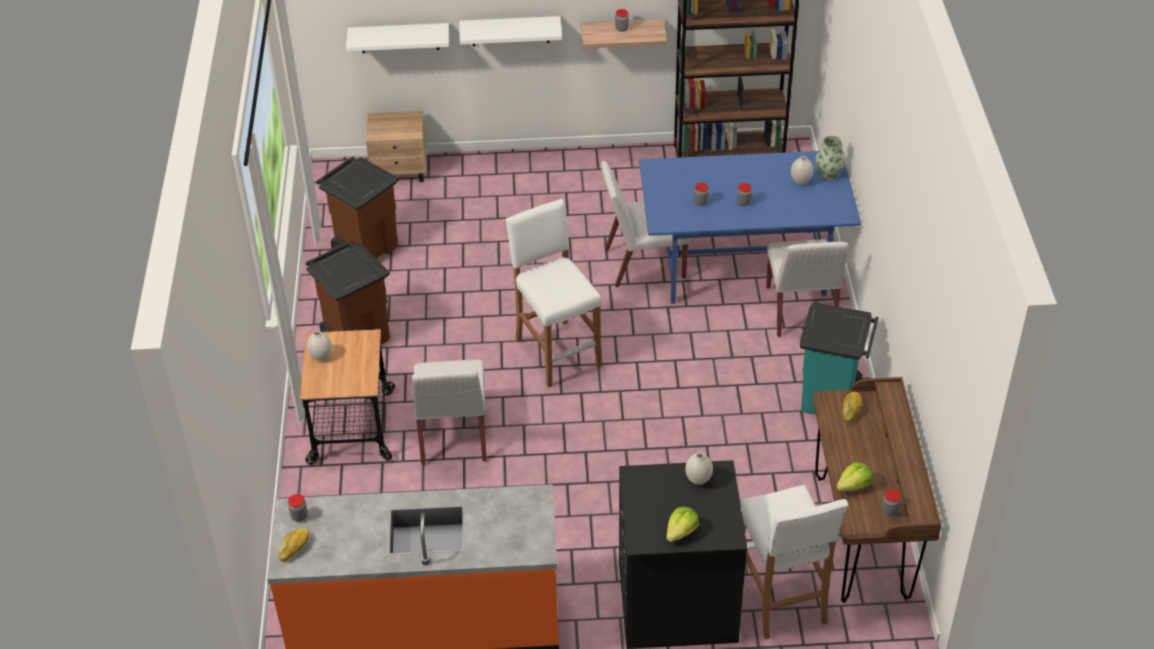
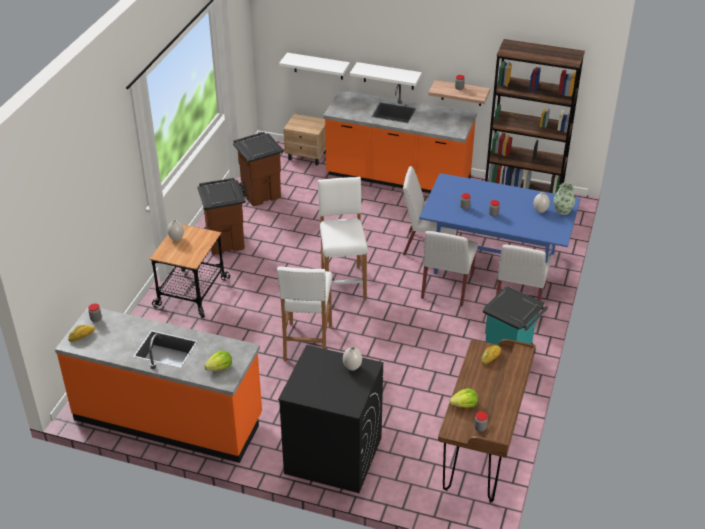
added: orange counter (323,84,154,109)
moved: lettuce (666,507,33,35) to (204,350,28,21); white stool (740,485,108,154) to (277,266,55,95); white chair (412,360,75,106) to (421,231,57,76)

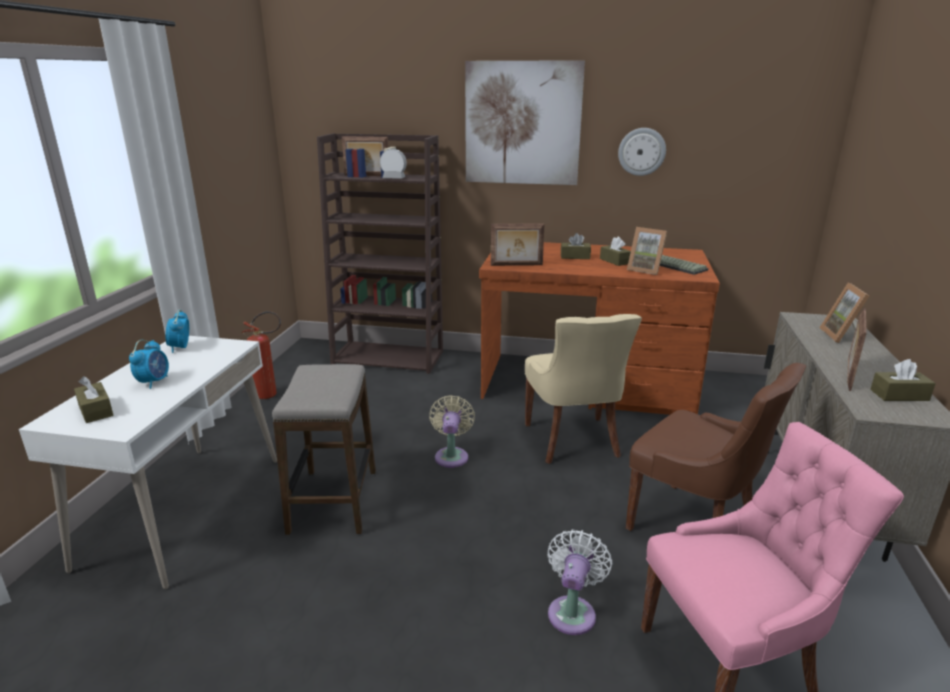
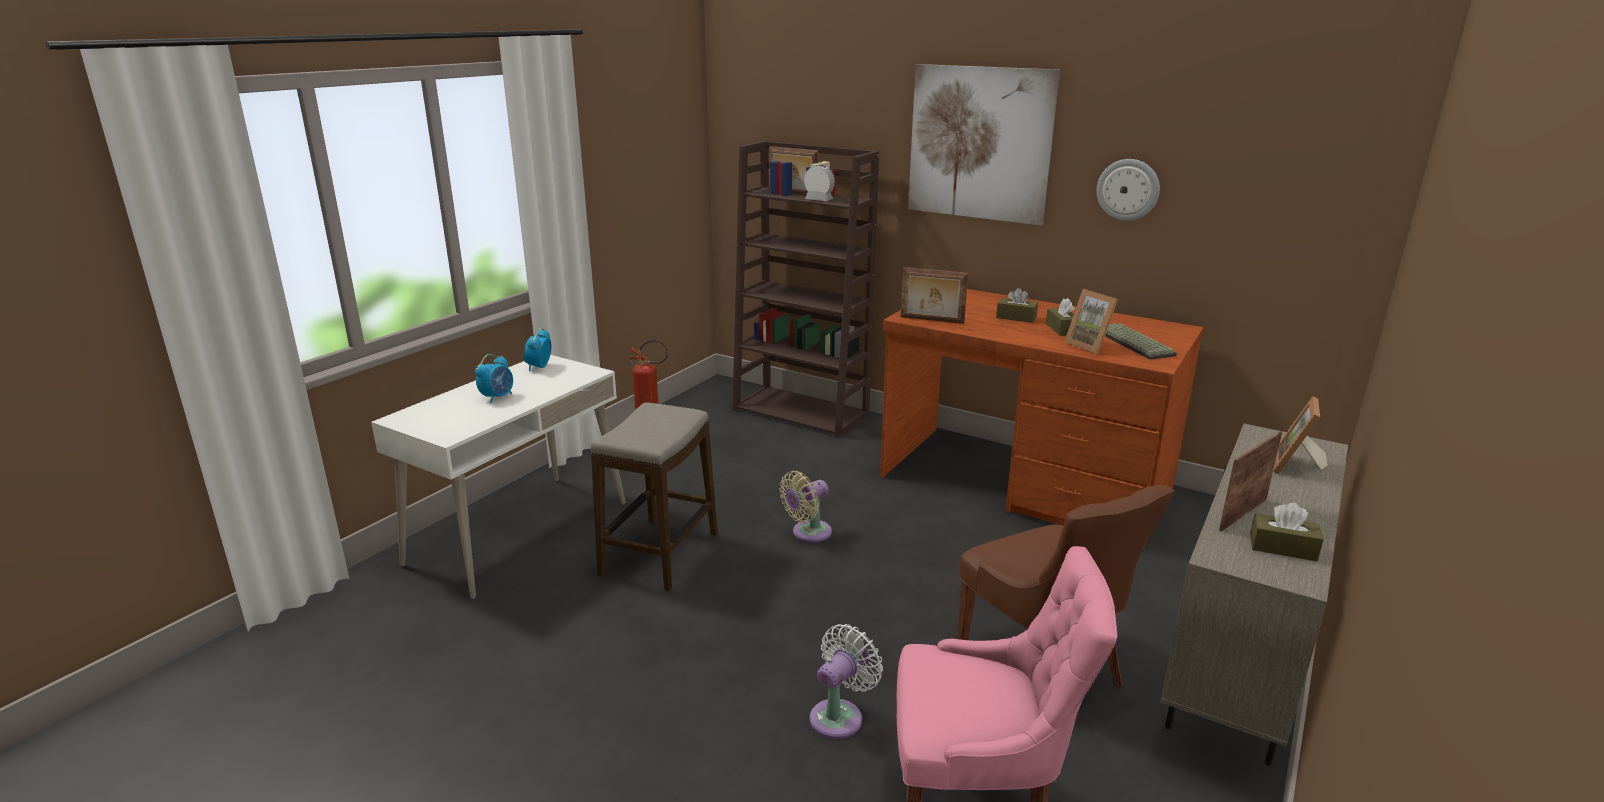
removed: brown tissue box (74,376,40,47); beige chair (525,314,117,150)
turned: beige fan (429,395,46,73) = (780,471,52,72) 150 degrees counterclockwise

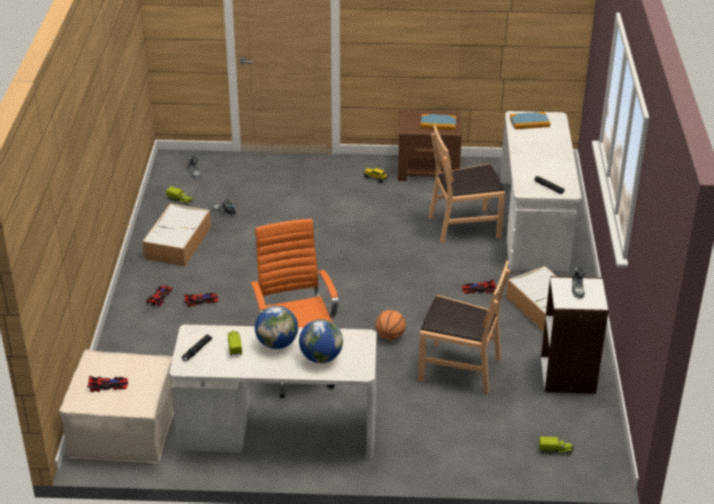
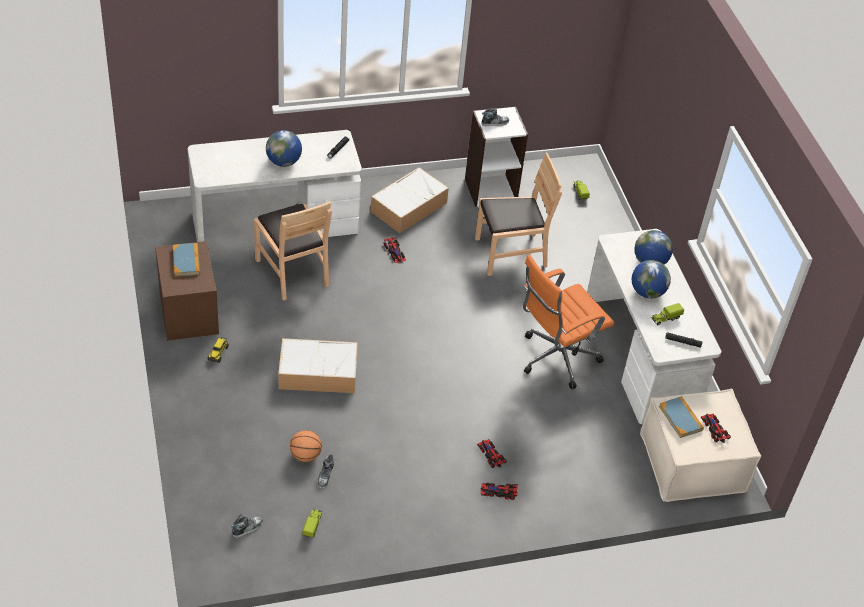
added: globe (266,130,36,37)
moved: storage box (143,203,68,63) to (278,338,80,55); basketball (375,310,31,30) to (290,430,32,32); book (510,112,40,17) to (659,396,45,42)
turned: brown chair (418,260,92,134) = (475,153,87,123) 75 degrees clockwise

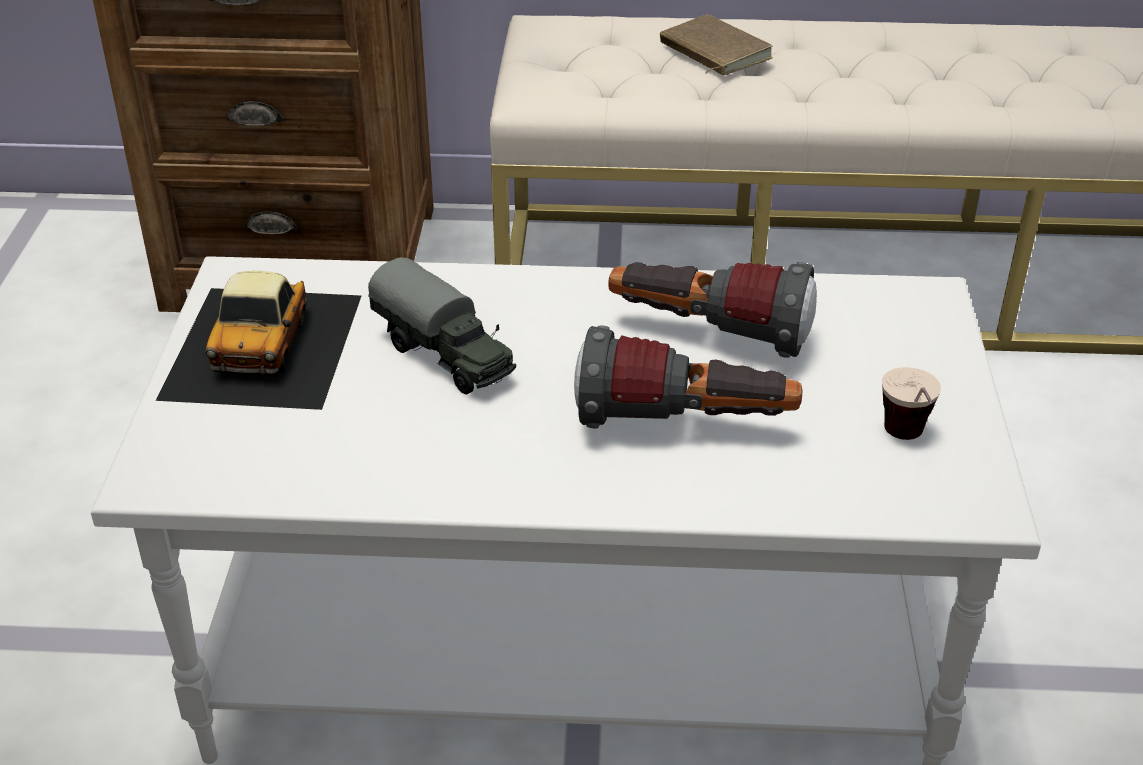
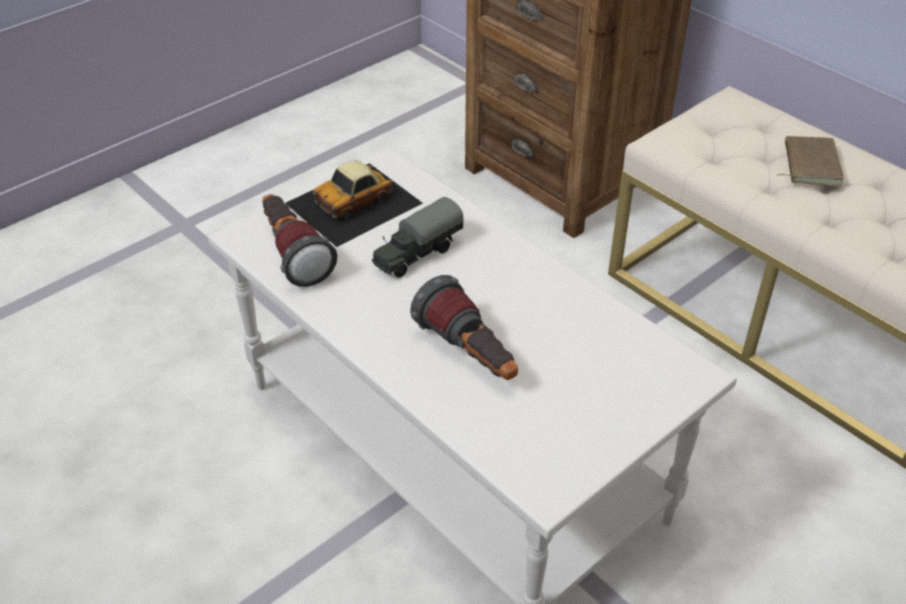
removed: cup (882,367,59,73)
moved: flashlight (608,262,209,96) to (262,194,75,93)
turned: toy truck (368,257,148,137) = (372,197,91,81) 45 degrees clockwise

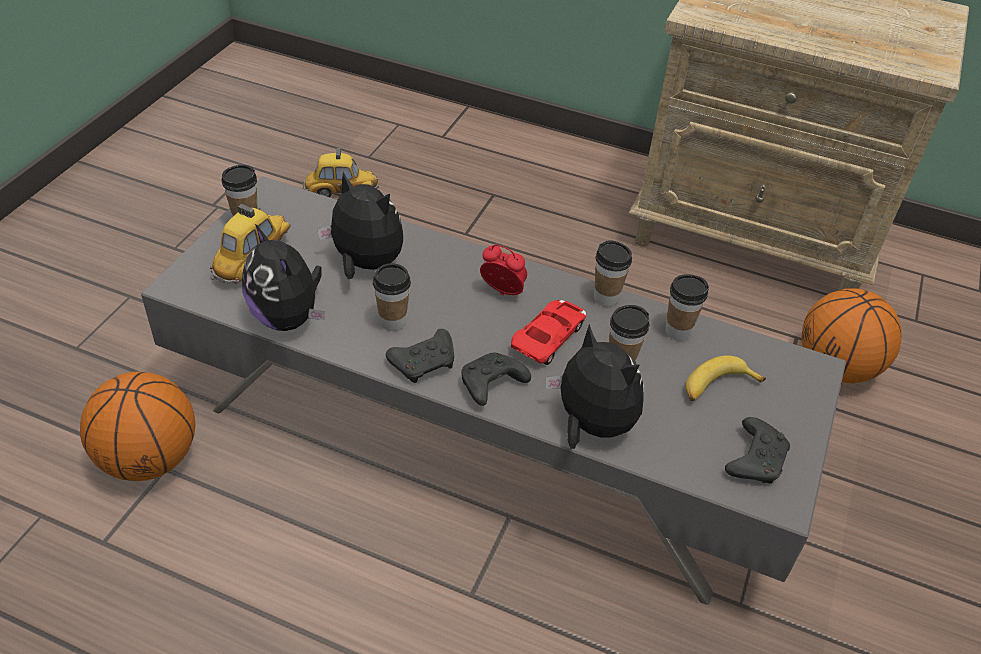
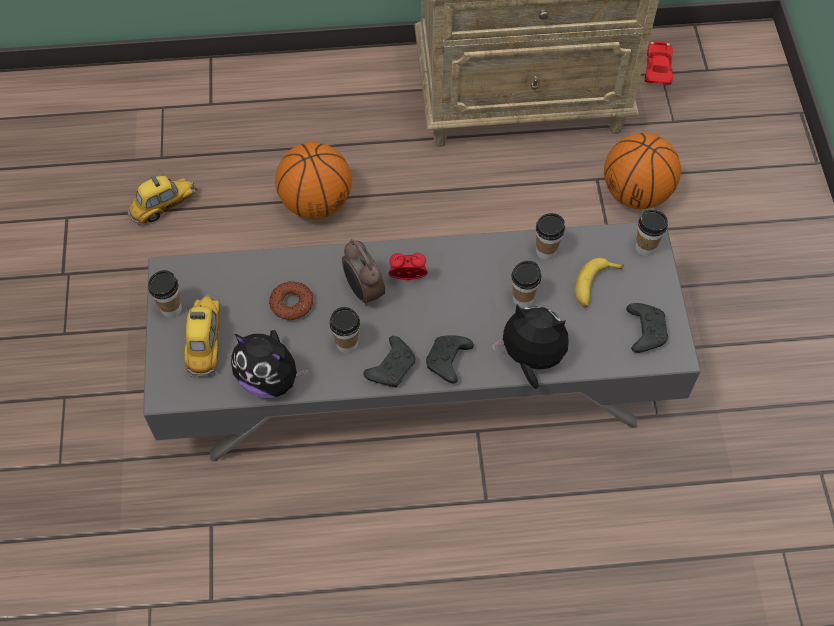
added: alarm clock (342,239,43,67)
moved: basketball (80,371,115,110) to (275,142,77,77); cup (594,240,38,67) to (636,210,32,46); red toy car (511,300,75,65) to (645,41,28,44)
replaced: plush toy (317,172,86,107) to donut (269,281,44,39)

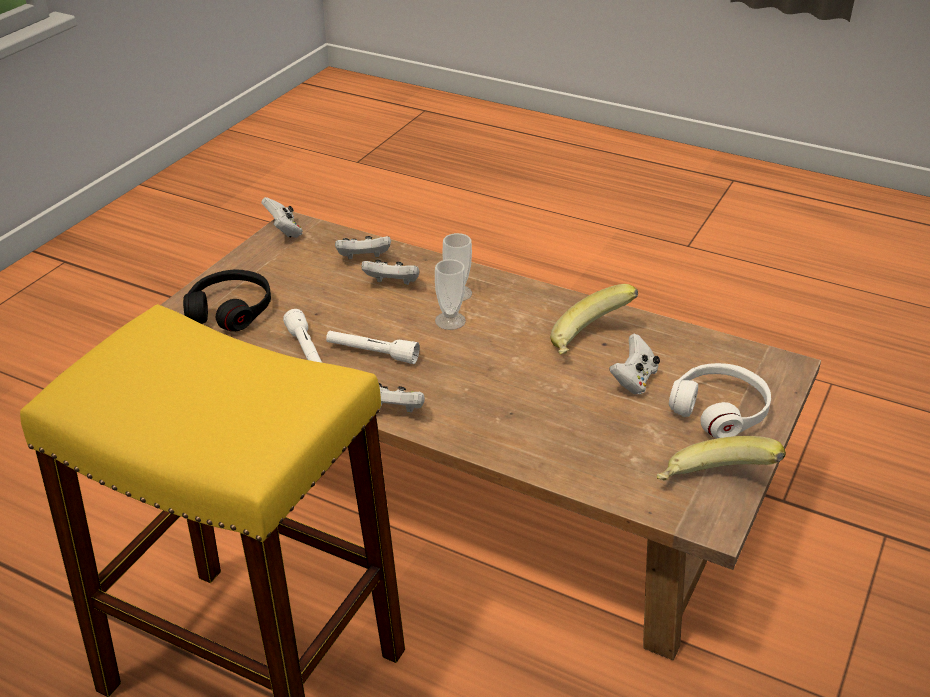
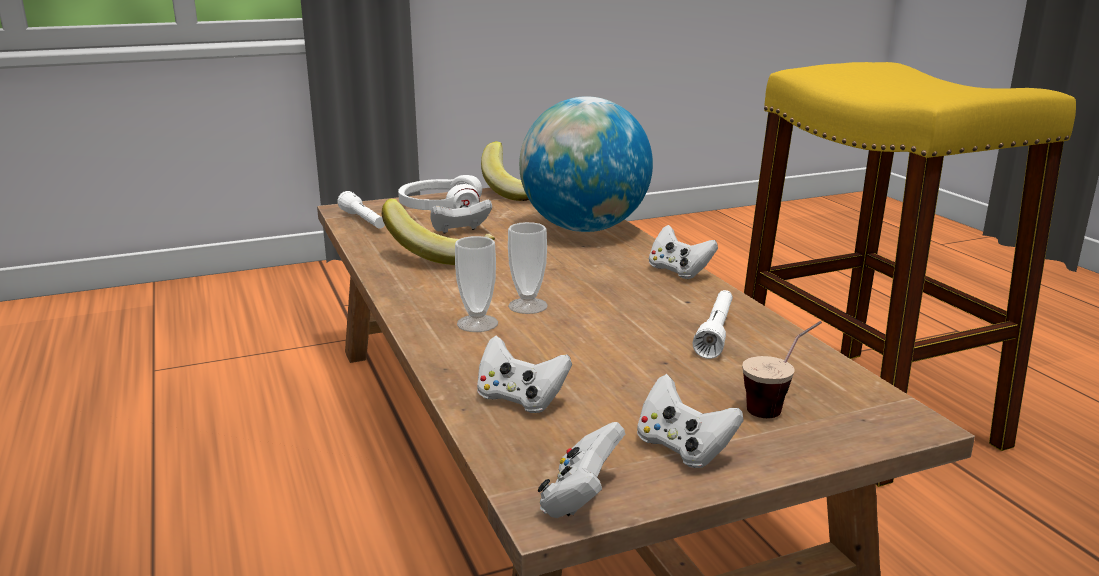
added: globe (519,96,134,136)
moved: white flashlight (326,331,94,33) to (337,191,48,38); white game controller (362,260,57,25) to (637,374,107,94)
replaced: black headphones (183,269,88,62) to cup (742,321,80,97)

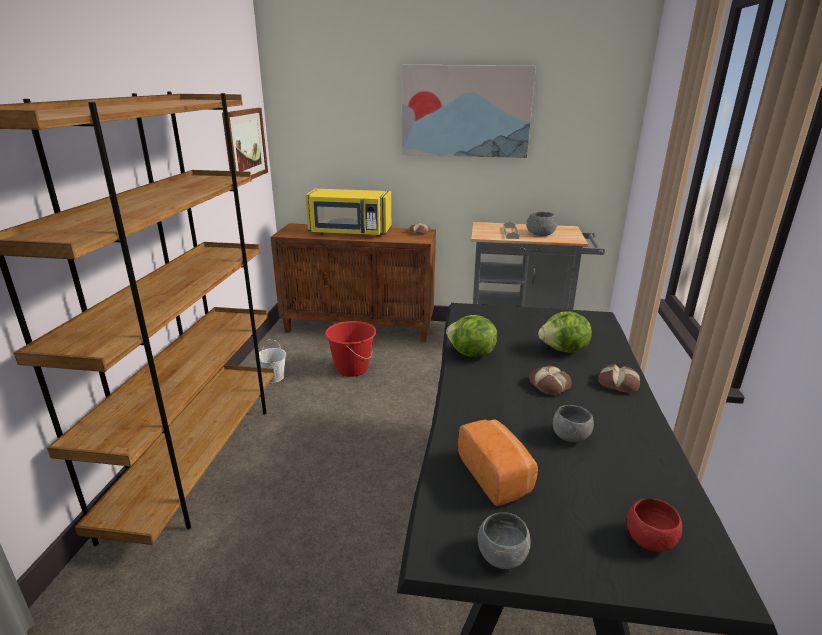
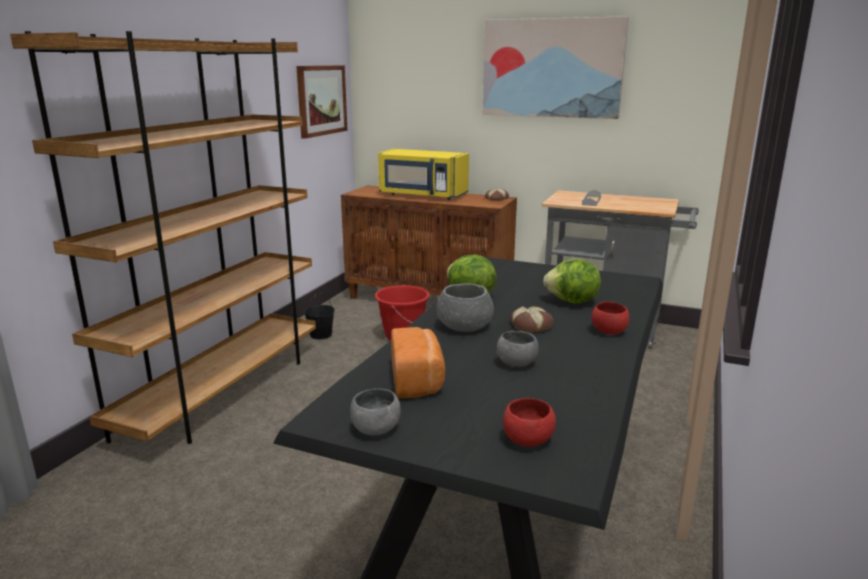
moved: grey bowl (526,211,31,25) to (437,283,57,49)
replaced: bread (598,364,42,29) to red bowl (592,302,37,32)
recoloured: white bucket (259,339,27,44) to black bucket (304,293,31,46)

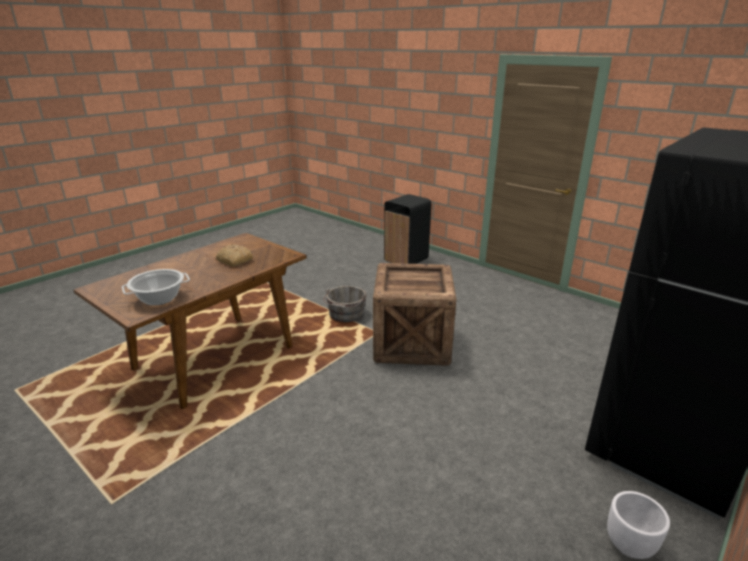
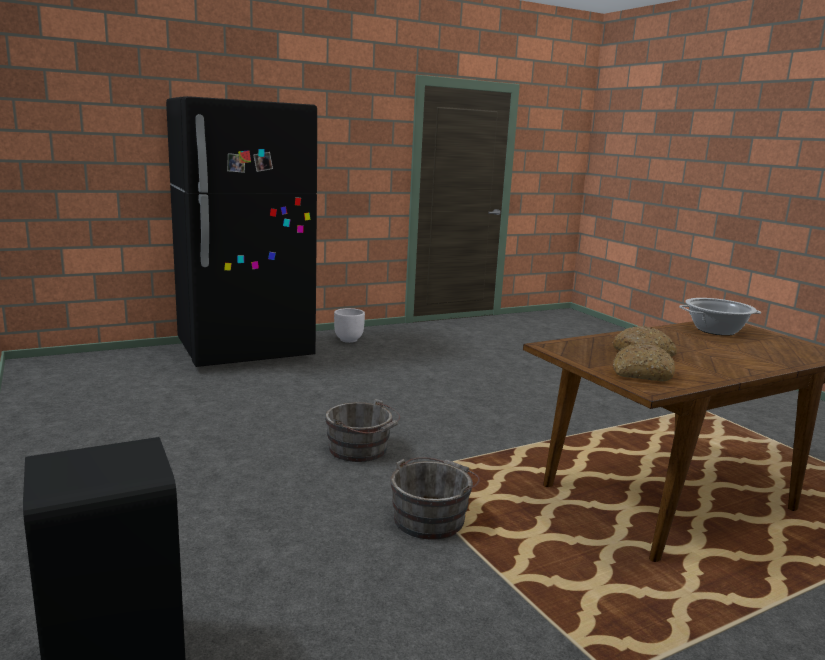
added: bread (612,344,63,38)
replaced: crate (373,263,83,103) to grey bucket (325,399,75,63)

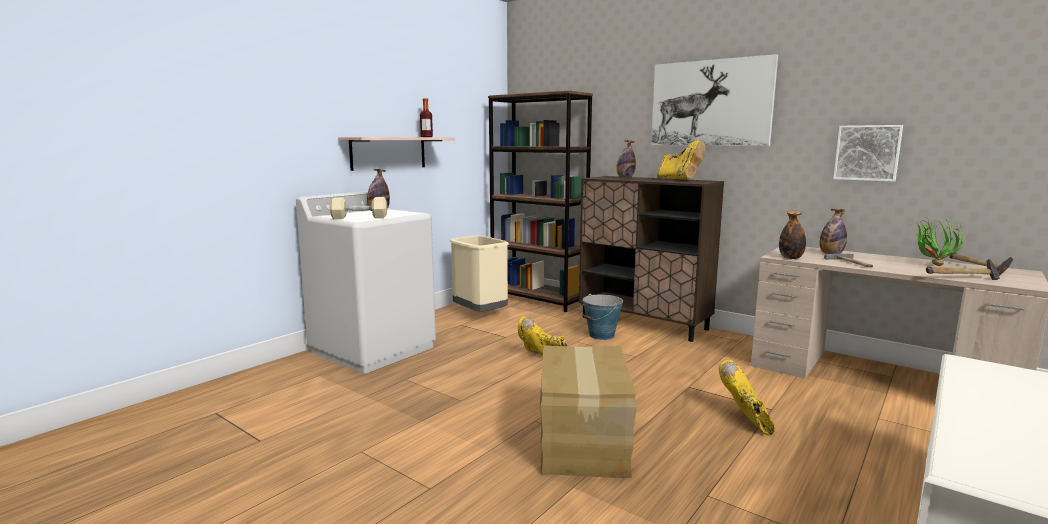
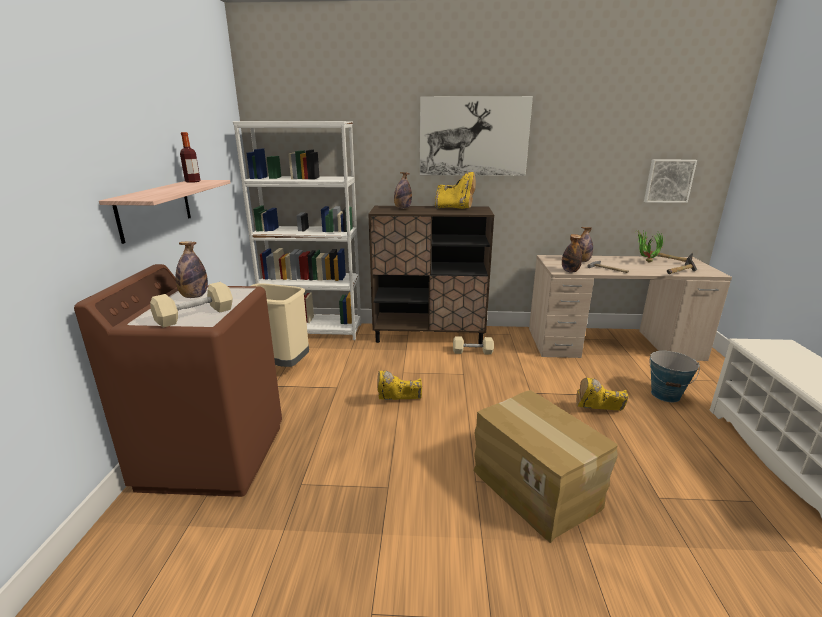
added: beige dumbbell (453,336,41,19)
moved: picture (833,125,70,57) to (644,160,53,43); bucket (582,294,41,46) to (649,351,51,51)
recoloured: white washing machine (296,191,140,182) to brown washing machine (74,264,208,233); brown bookcase (488,91,105,221) to white bookcase (233,121,128,219)
turned: yellow boot (719,360,56,75) = (576,378,52,33) 45 degrees counterclockwise

